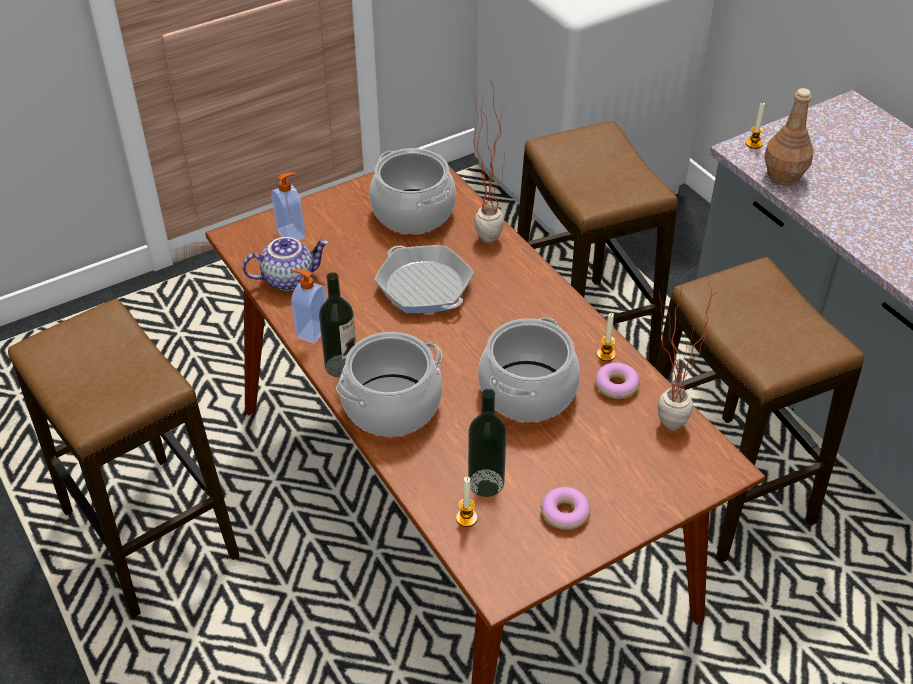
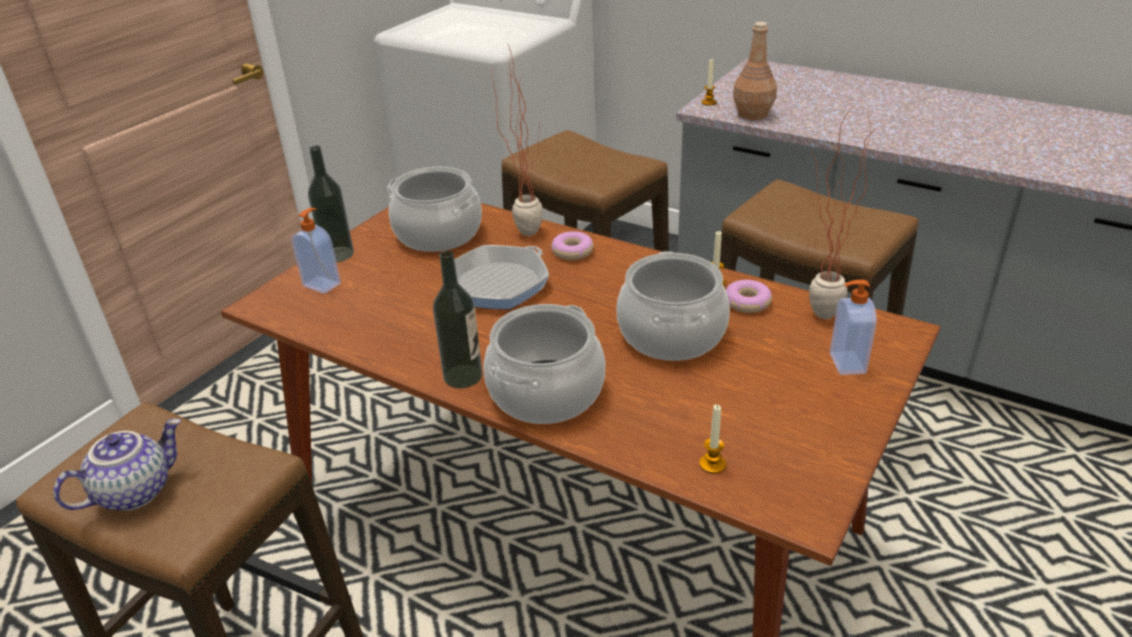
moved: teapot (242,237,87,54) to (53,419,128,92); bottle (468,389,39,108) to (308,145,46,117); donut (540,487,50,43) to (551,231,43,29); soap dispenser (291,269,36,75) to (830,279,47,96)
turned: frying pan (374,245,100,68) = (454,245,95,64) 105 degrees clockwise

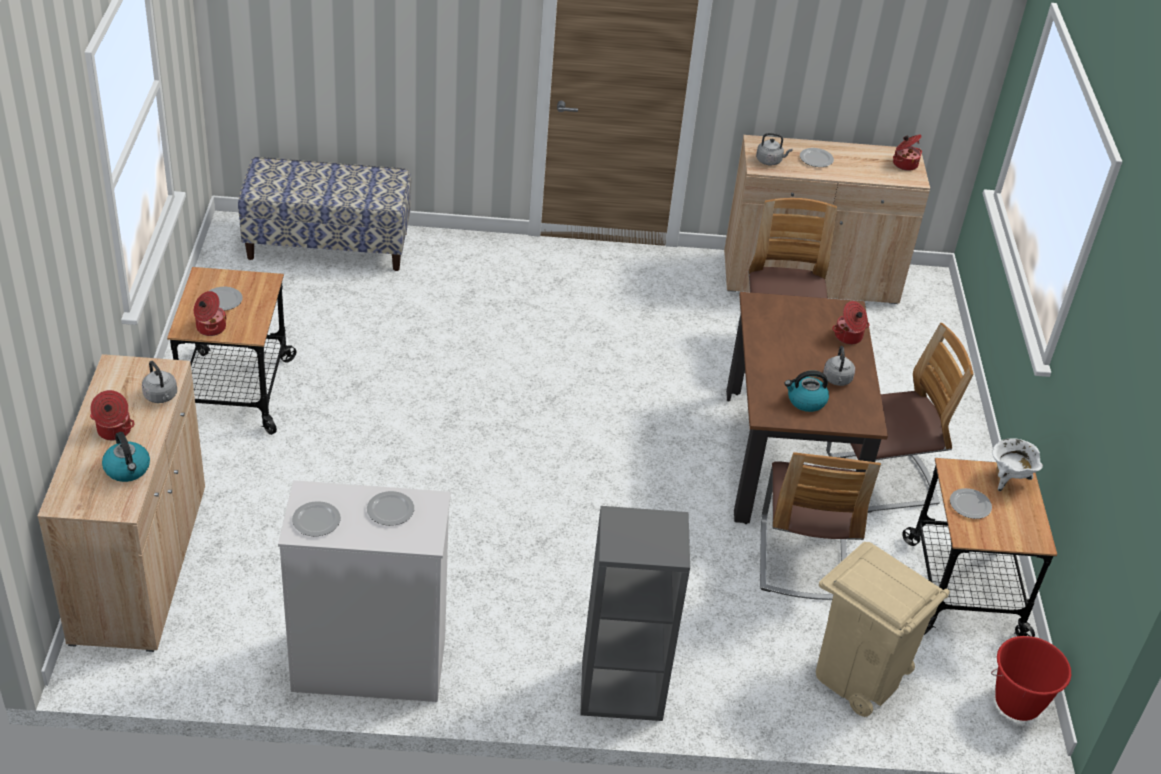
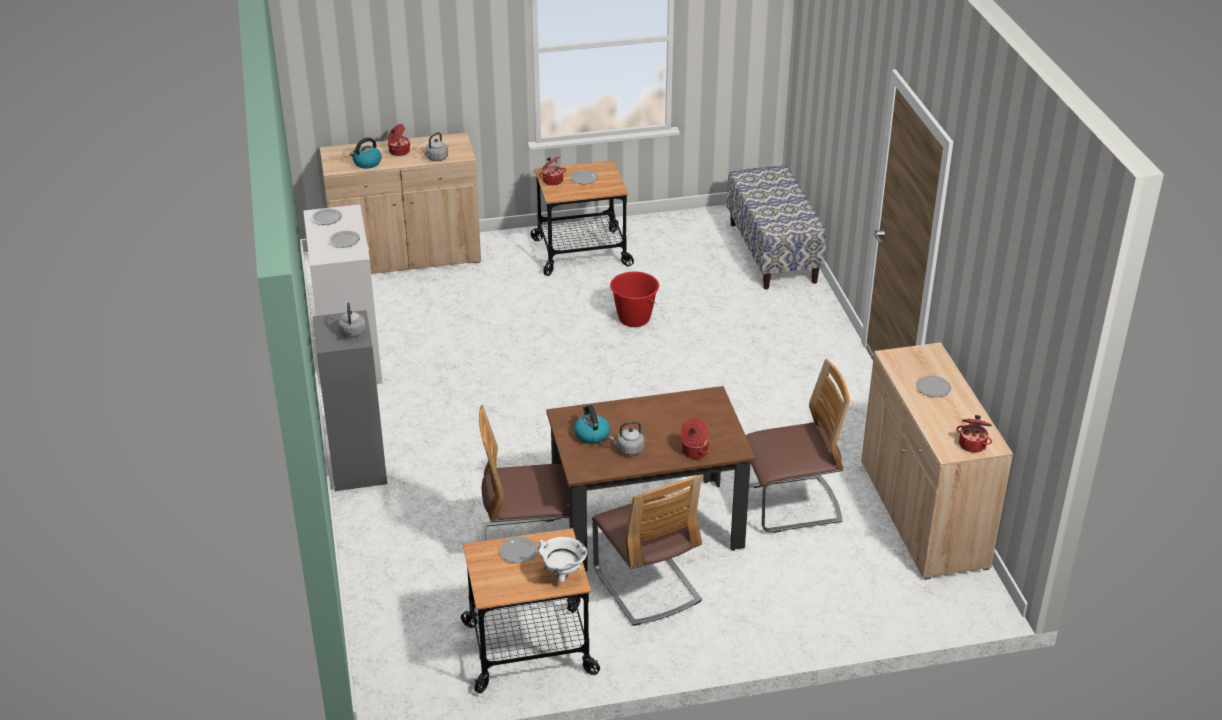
removed: beige trash can (816,542,134,175)
moved: grey kettle (756,133,36,32) to (338,302,28,35); red bucket (991,636,80,85) to (610,272,49,55)

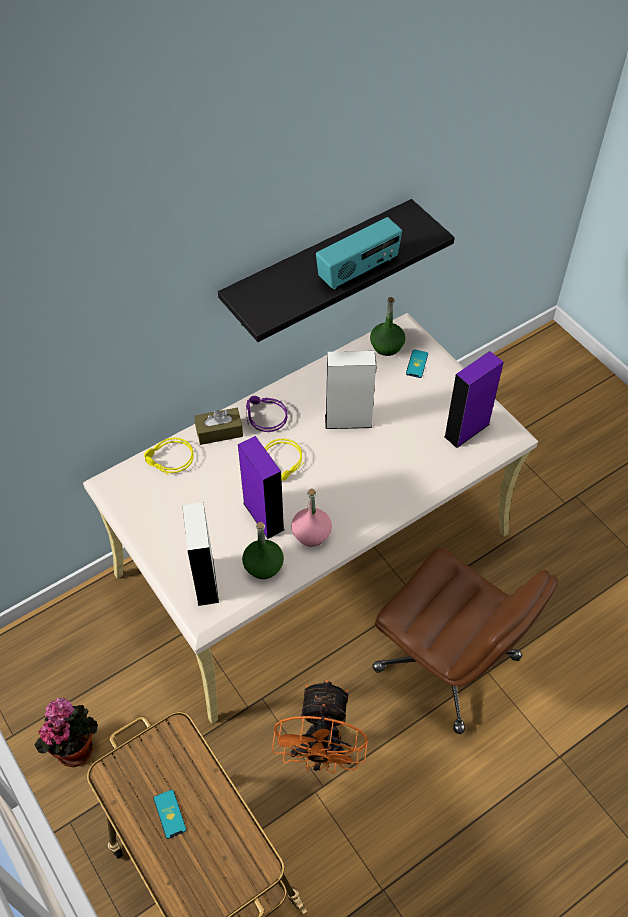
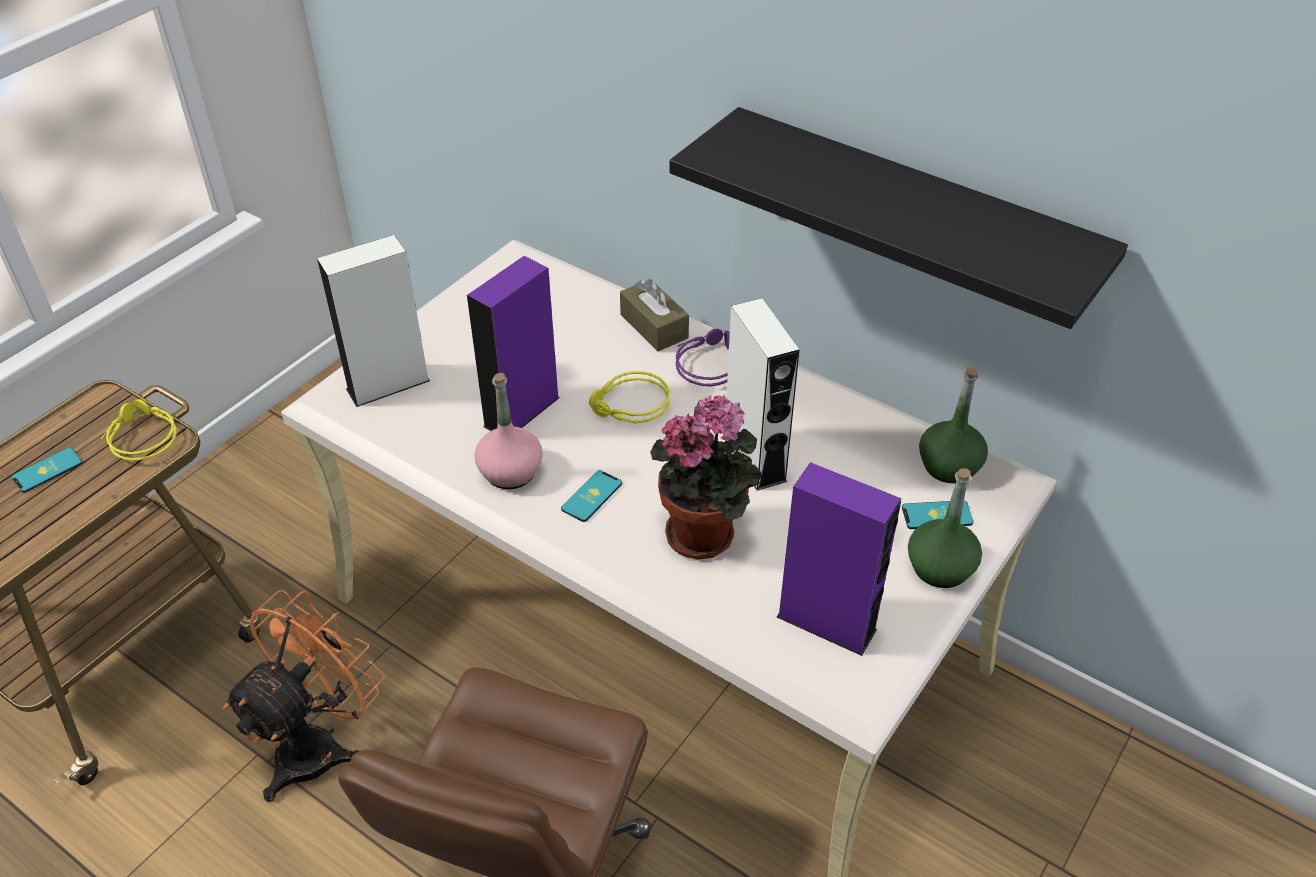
removed: radio (316,217,86,72)
added: phone (561,470,61,52)
moved: yellow headphones (144,438,50,36) to (101,399,76,62); potted plant (35,698,63,69) to (650,394,111,165); green bottle (242,522,42,57) to (908,468,74,120)
turned: orange fan (272,679,96,94) = (223,590,162,212) 135 degrees clockwise

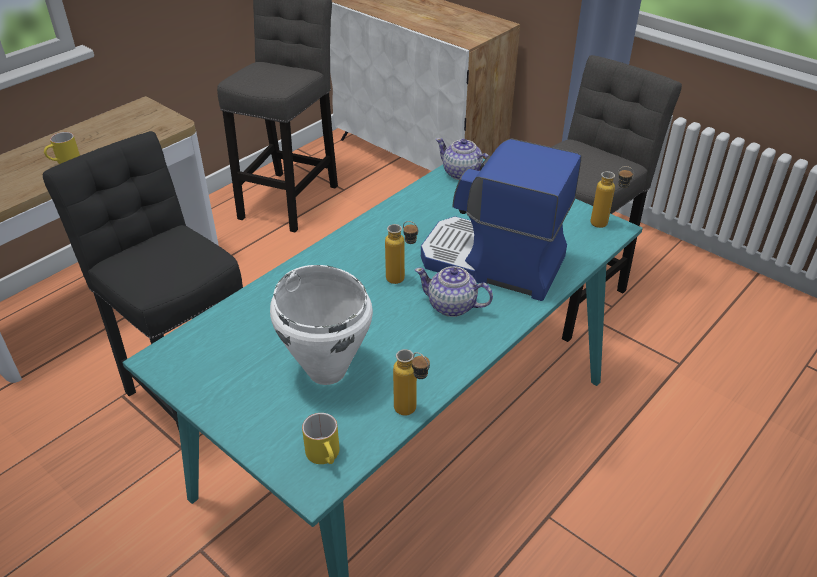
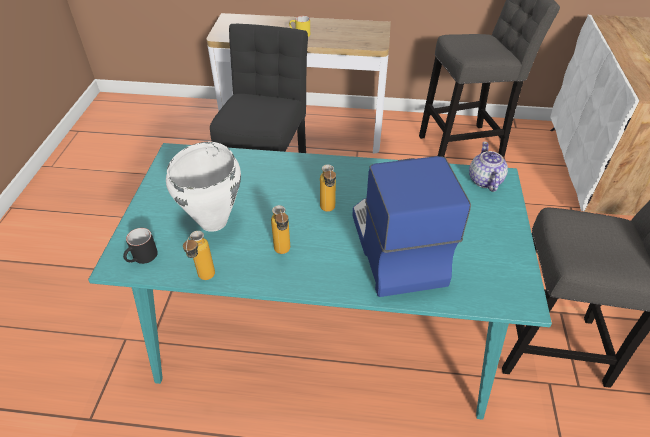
removed: teapot (415,266,78,51)
moved: bottle (591,166,43,62) to (271,205,19,49)
recoloured: yellow mug (302,413,37,51) to black mug (123,228,35,36)

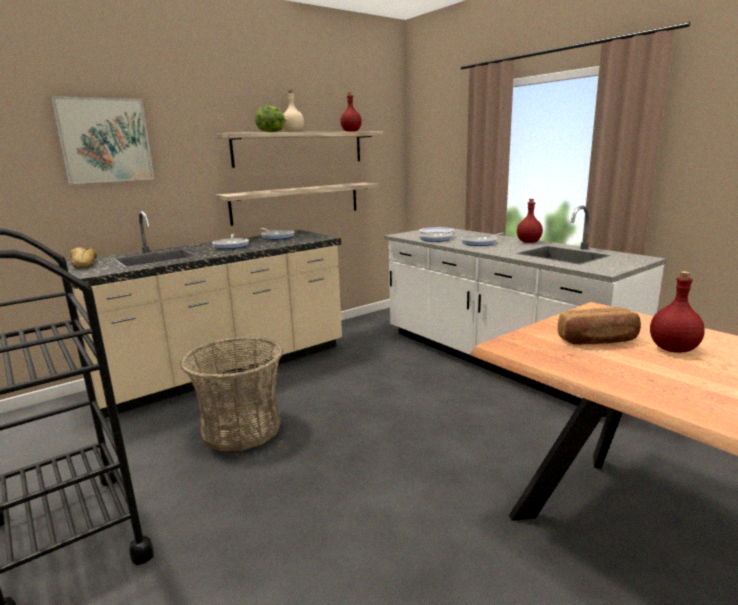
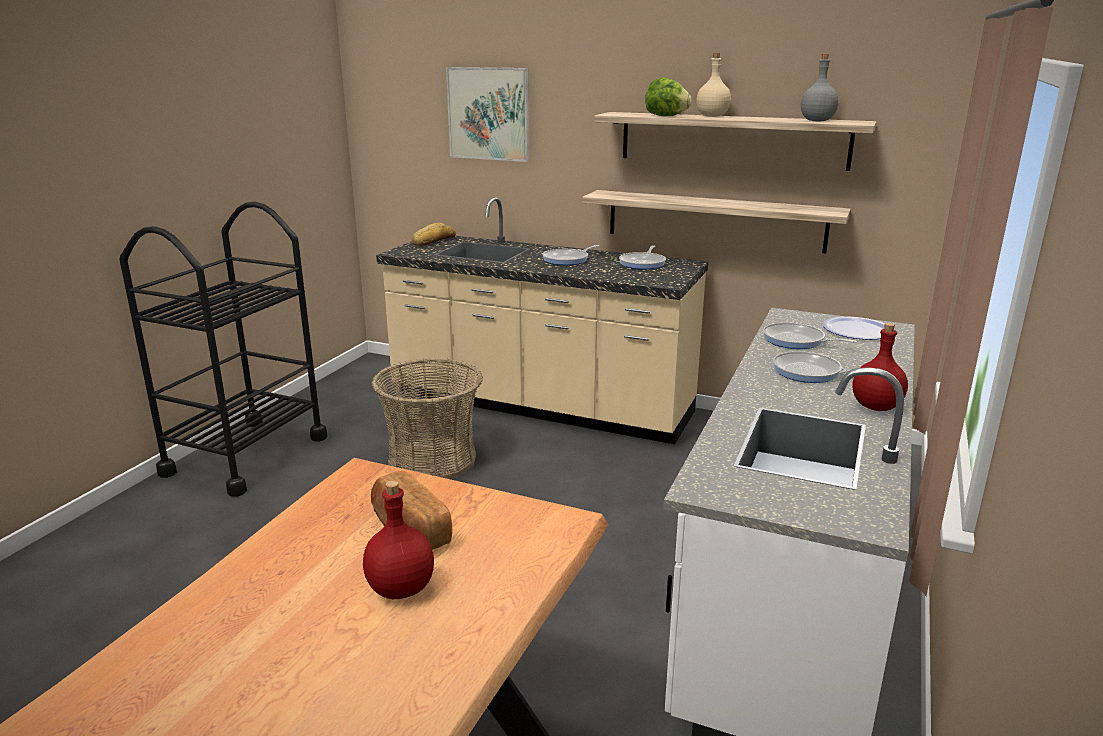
recoloured: red bottle (340,92,22,40) to grey bottle (801,54,38,67)

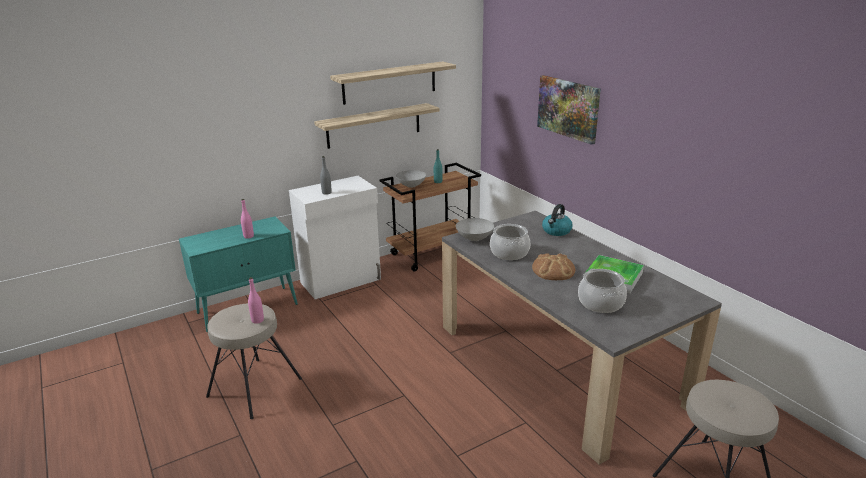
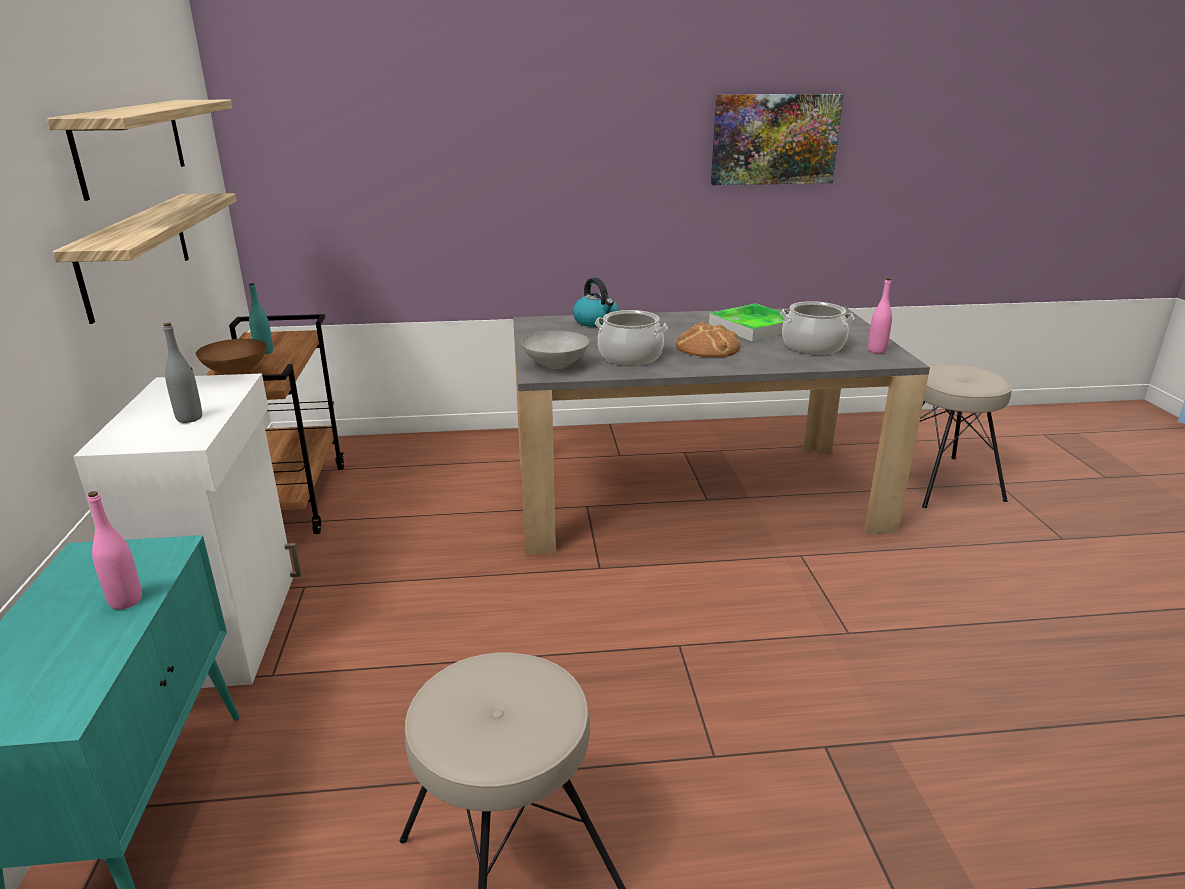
moved: picture (537,75,64,70) to (711,94,133,91); pink bottle (248,277,16,47) to (868,278,24,75)
recoloured: grey bowl (396,170,30,18) to brown bowl (196,339,71,36)

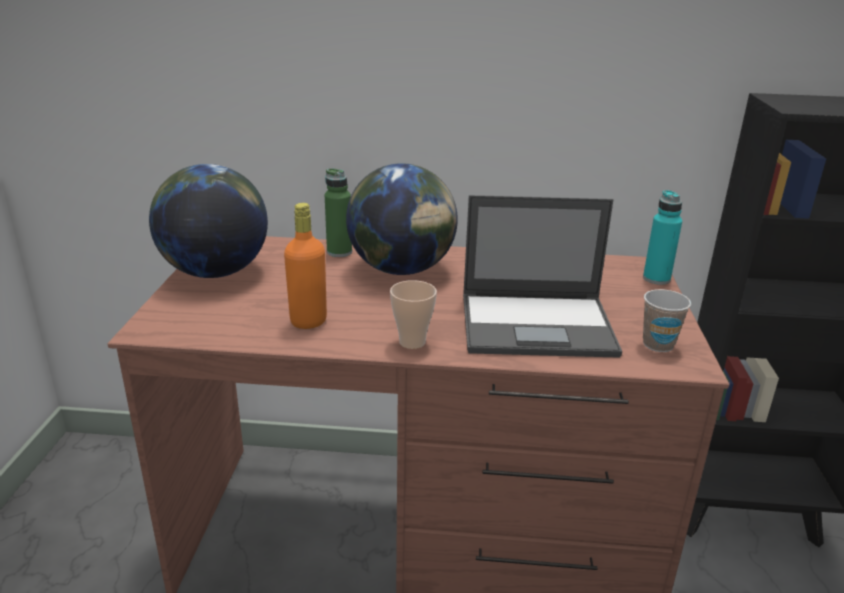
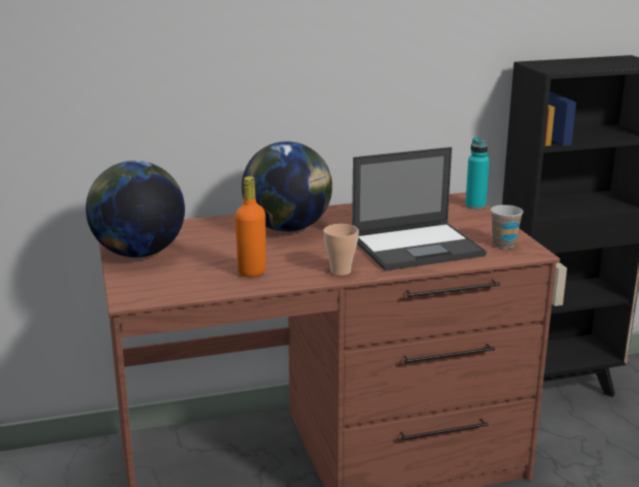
removed: green bottle (325,168,27,89)

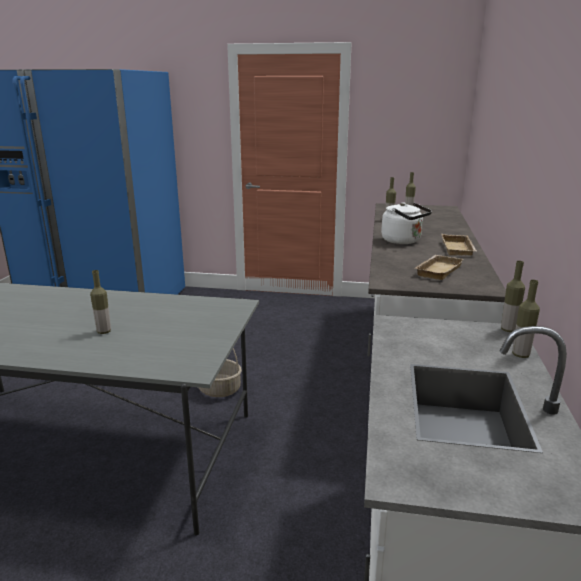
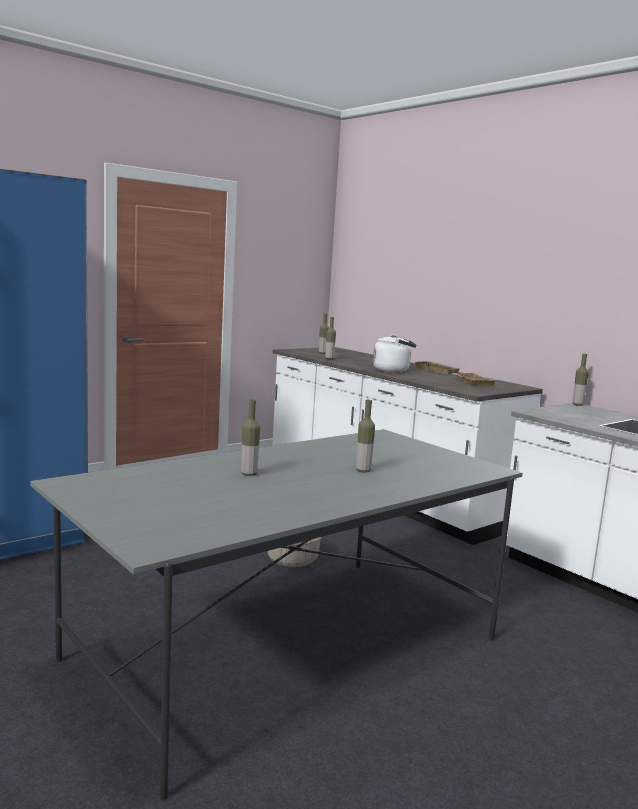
moved: bottle (512,280,28,78) to (241,399,19,77)

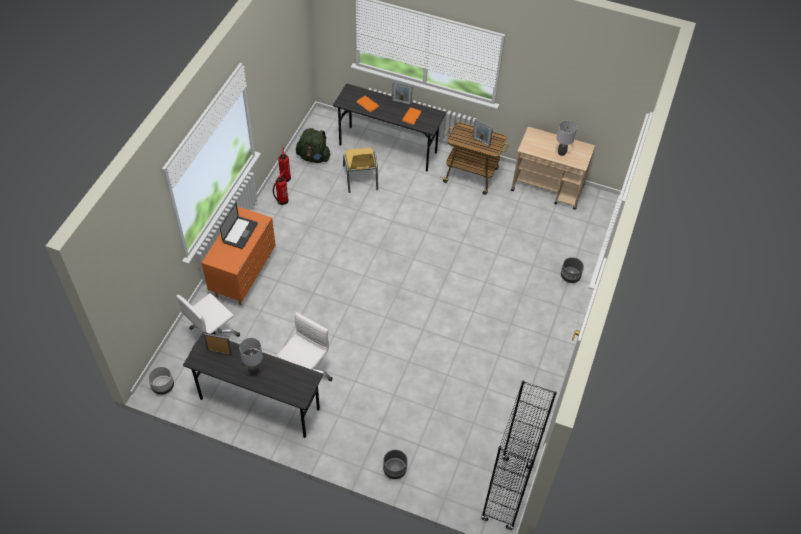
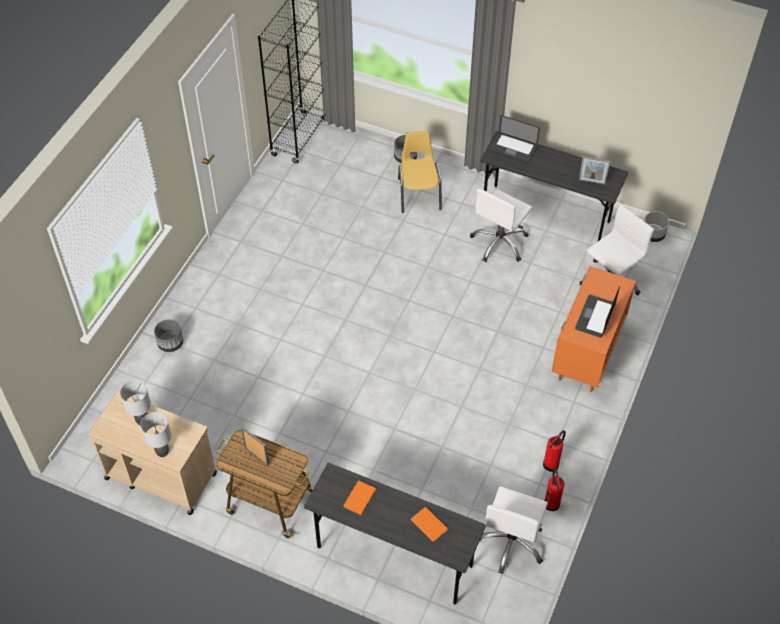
removed: picture frame (392,82,20,23)
added: laptop (490,115,50,48)
moved: grey table lamp (239,338,24,36) to (141,412,30,45); yellow chair (343,148,35,45) to (398,131,44,82)
replaced: green backpack (296,128,35,35) to white office chair (480,486,68,88)

